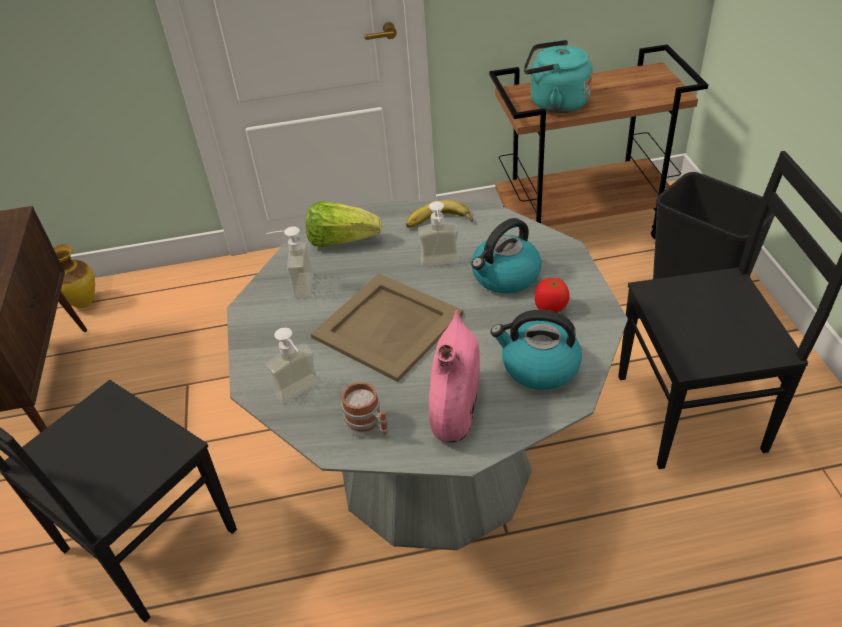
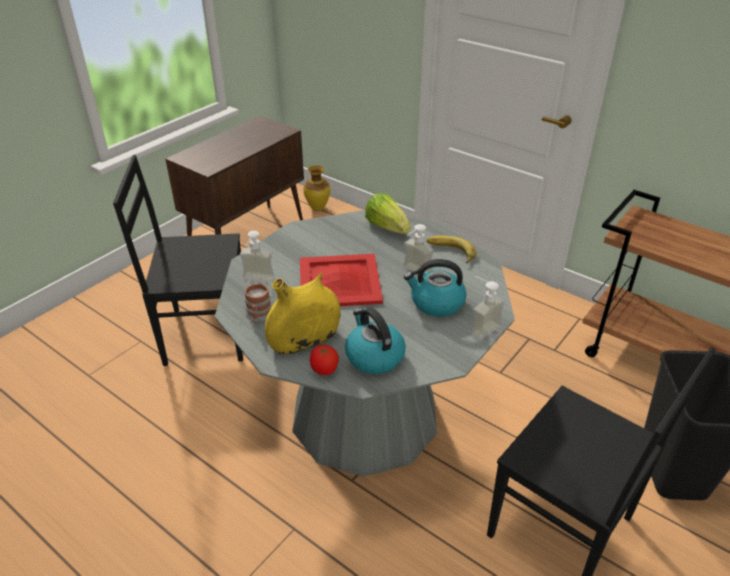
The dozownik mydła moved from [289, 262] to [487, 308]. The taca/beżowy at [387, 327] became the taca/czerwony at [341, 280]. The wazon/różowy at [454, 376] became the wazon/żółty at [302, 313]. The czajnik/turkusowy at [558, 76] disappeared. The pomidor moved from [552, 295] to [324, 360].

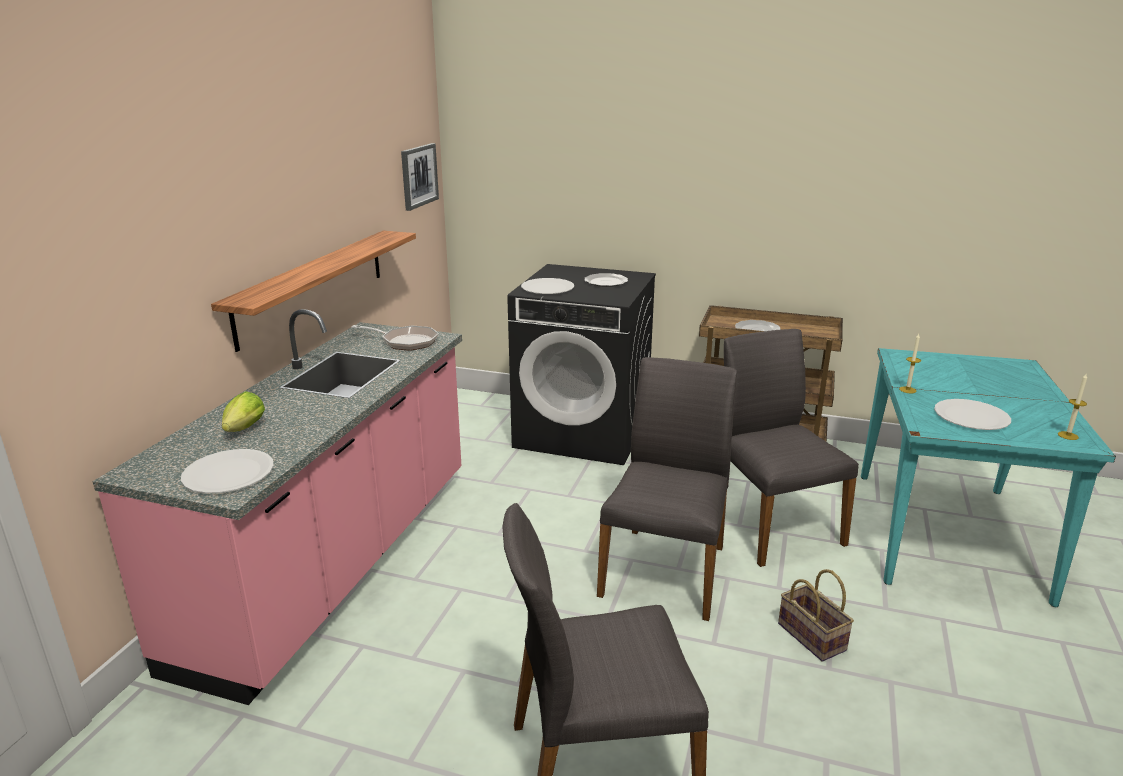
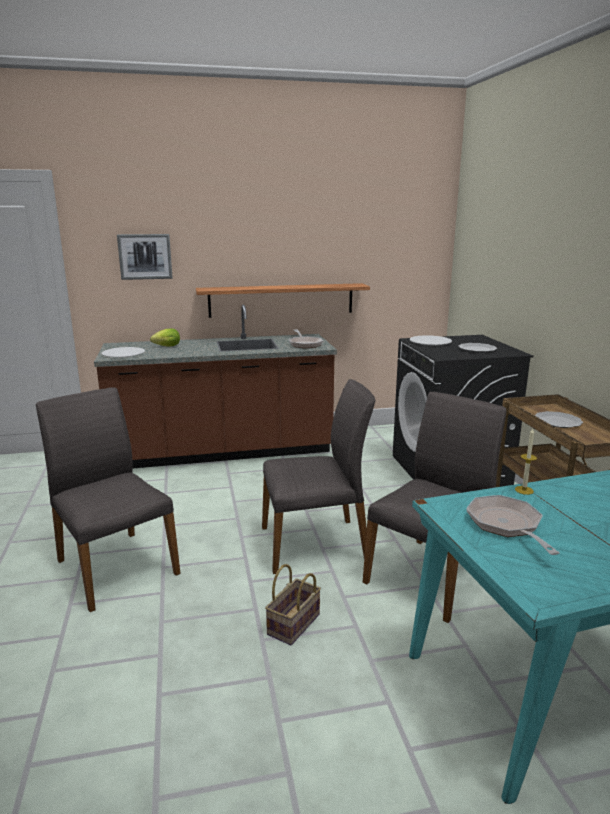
The zabudowa kuchenna/różowy at [277, 507] became the zabudowa kuchenna/brązowy at [215, 386]. The obraz moved from [420, 177] to [145, 257]. The talerz/biały at [972, 414] was replaced by the patelnia at [513, 525]. The świeca at [1072, 407] disappeared.

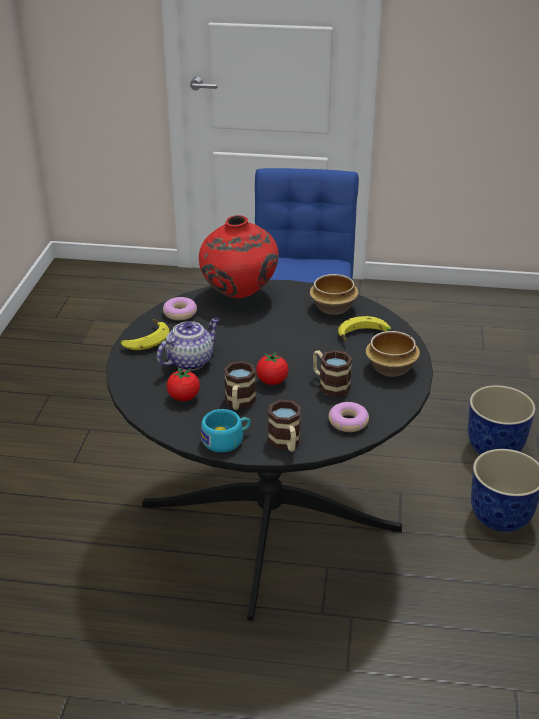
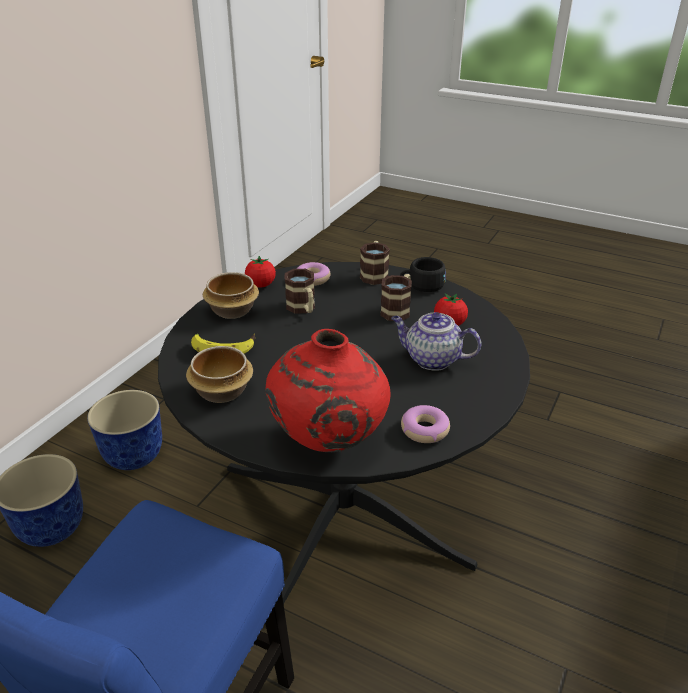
The banan at [145, 334] disappeared. The imbryk at [188, 344] turned 45 degrees clockwise. The filiżanka/turkusowy at [226, 430] became the filiżanka/czarny at [423, 274]. The pomidor moved from [272, 368] to [260, 271].

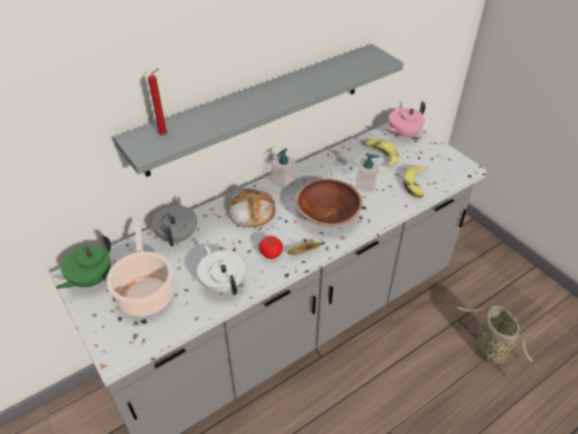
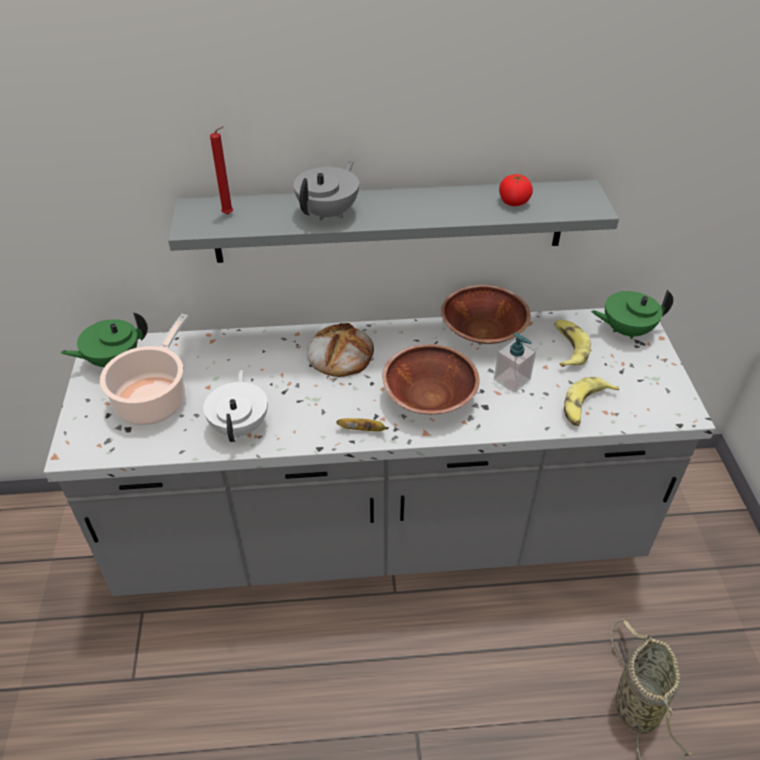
The imbryk/szary moved from [174, 221] to [326, 191]. The pomidor moved from [271, 247] to [516, 190]. The dozownik mydła at [283, 168] disappeared. The imbryk/różowy at [406, 119] became the imbryk/zielony at [632, 314]. The miska/brązowy at [486, 314] appeared.

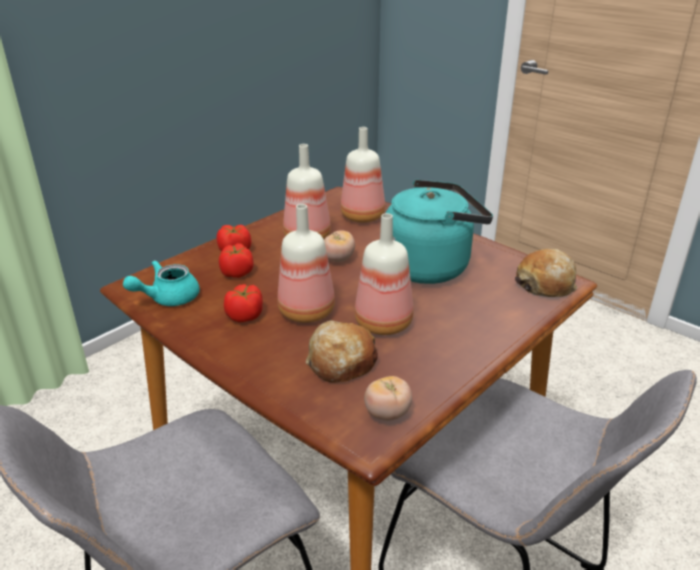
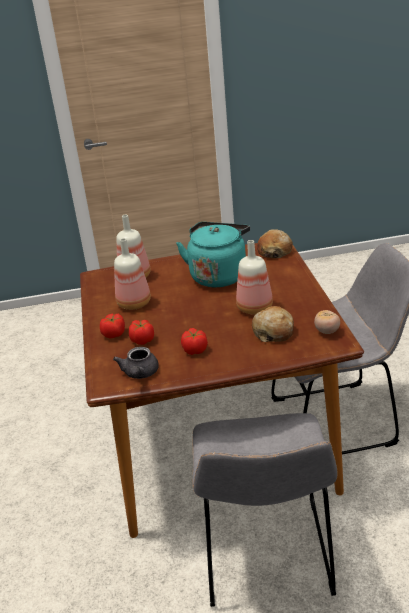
The imbryk/turkusowy at [161, 283] became the imbryk/szary at [136, 363]. The butelka at [306, 263] disappeared. The pomidor at [339, 246] disappeared.

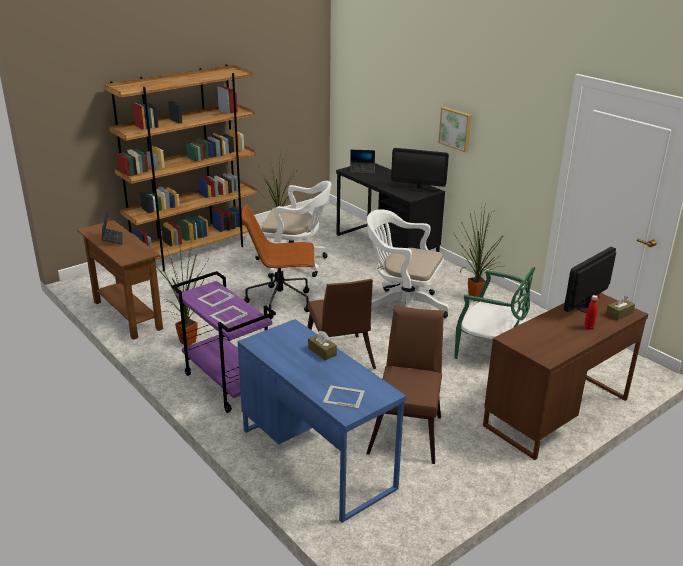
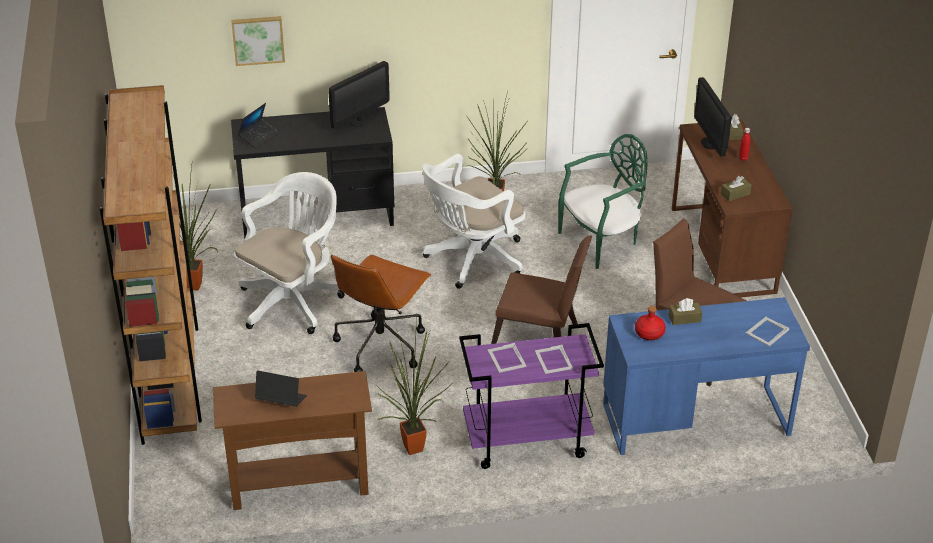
The obraz moved from [455, 129] to [258, 41]. The butelka/czerwony at [650, 323] appeared. The pudełko chusteczek/brązowy at [736, 188] appeared.

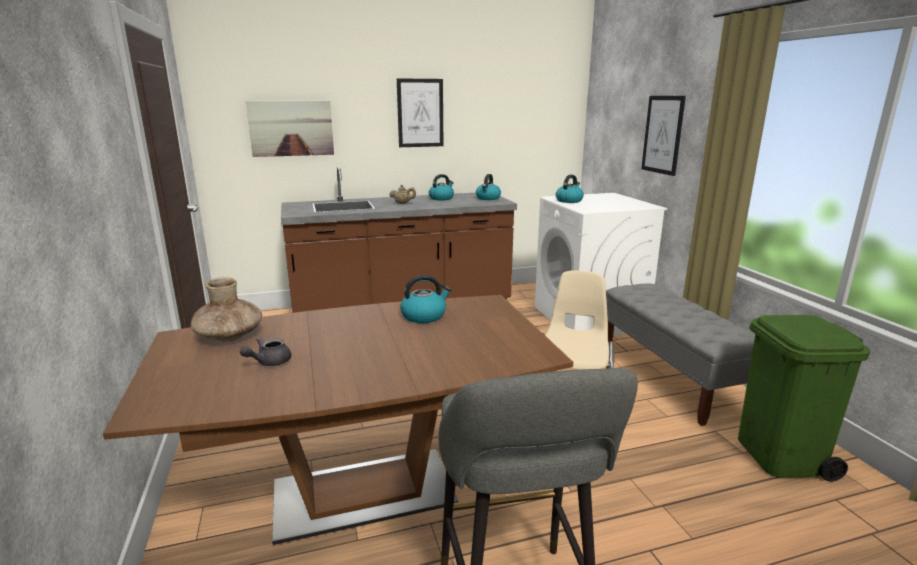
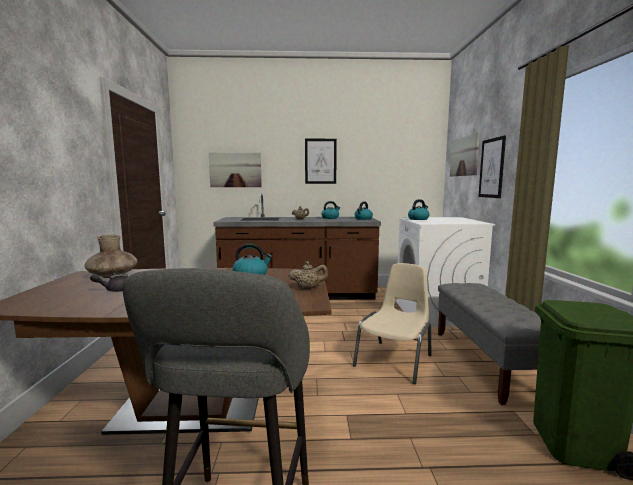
The imbryk/beżowy at [308, 275] appeared. The obraz at [465, 155] appeared.

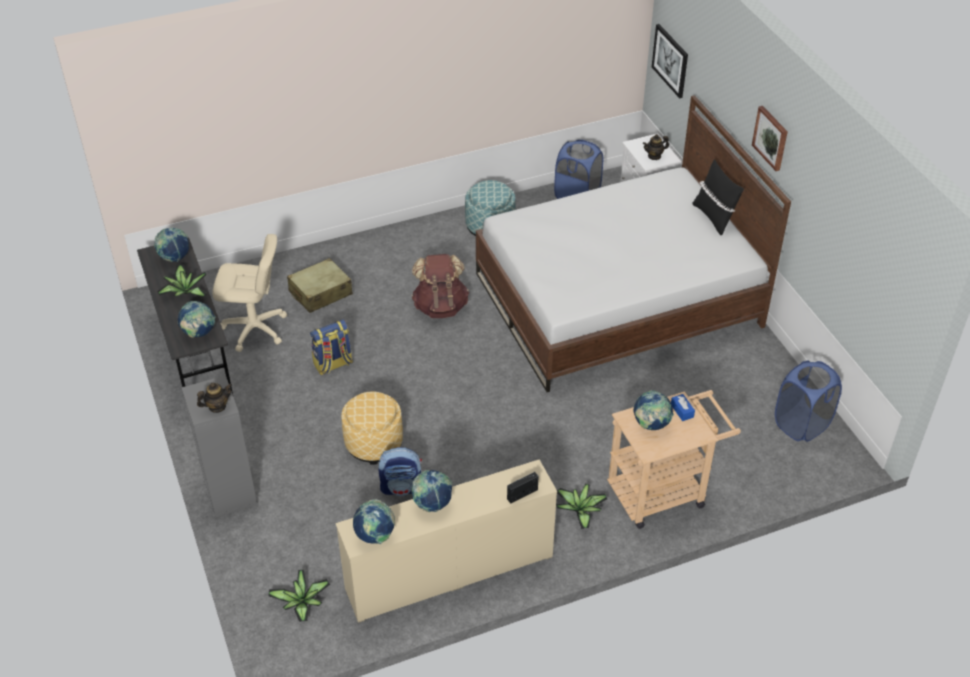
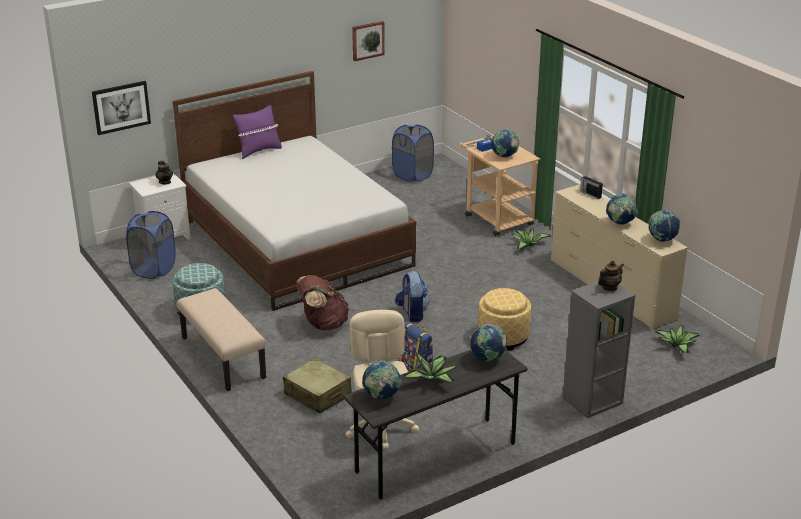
The imbryk at [214, 398] turned 90 degrees clockwise. The plecak moved from [400, 471] to [412, 296]. The poduszka/czarny at [718, 197] became the poduszka/fioletowy at [257, 132]. The obraz moved from [770, 138] to [368, 41]. The ławka/beżowy at [221, 339] appeared.

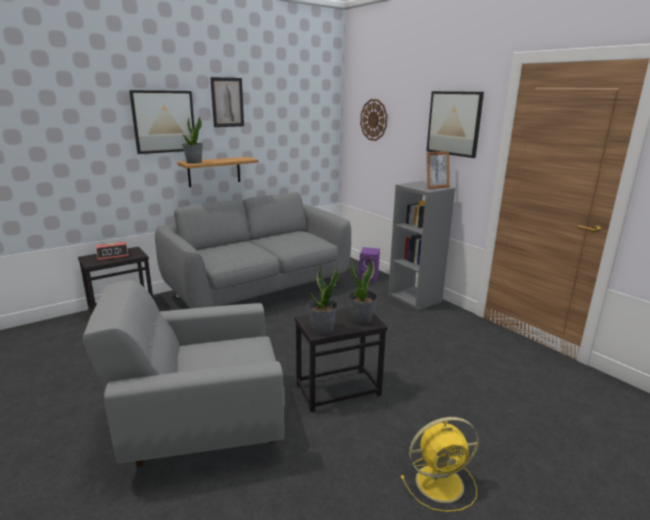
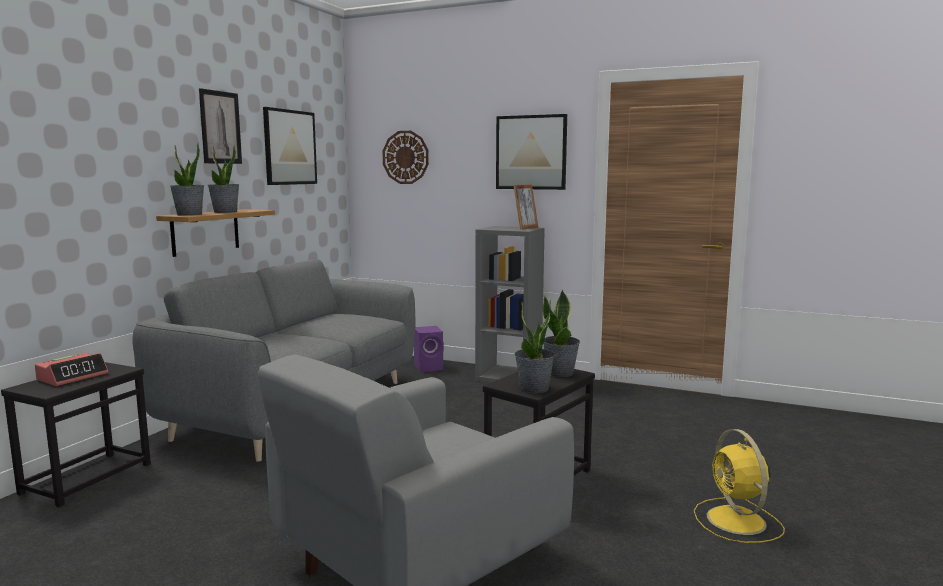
The obraz moved from [162, 122] to [290, 146]. The wentylator/żółty at [440, 464] turned 120 degrees clockwise. The roślina doniczkowa at [224, 179] appeared.

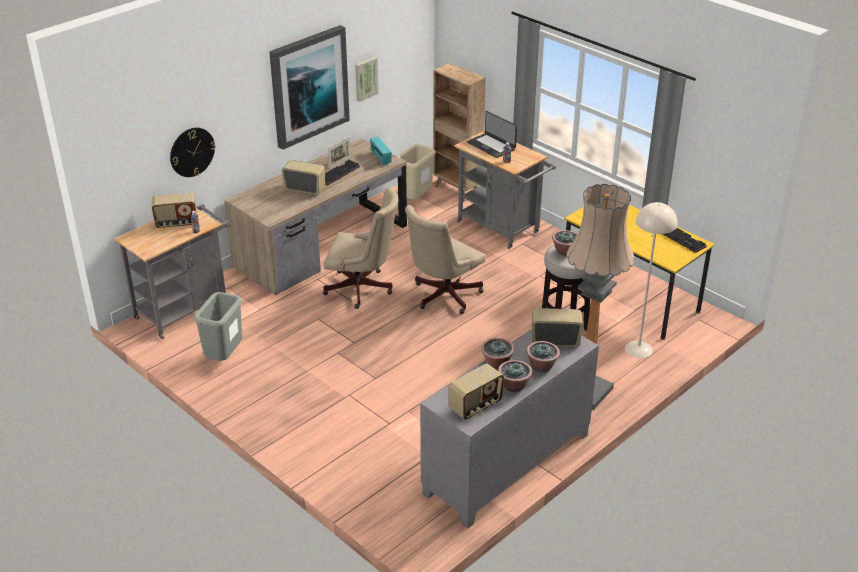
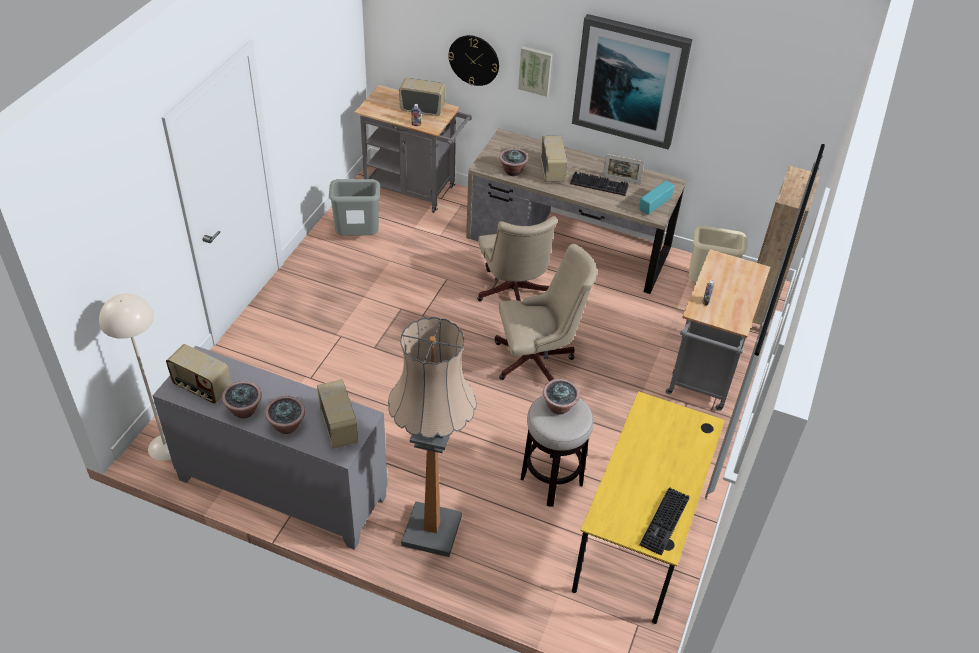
The radio at [174, 210] turned 135 degrees clockwise. The obraz moved from [367, 79] to [535, 71]. The krzesło biurowe/beżowy at [445, 259] turned 150 degrees clockwise. The laptop at [492, 134] disappeared. The roślina doniczkowa moved from [498, 353] to [514, 162]. The lampa stojąca/beżowy moved from [651, 280] to [135, 377].

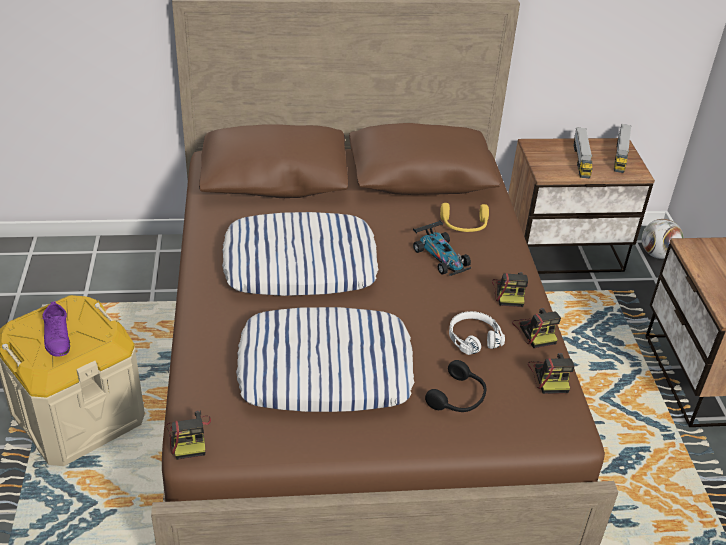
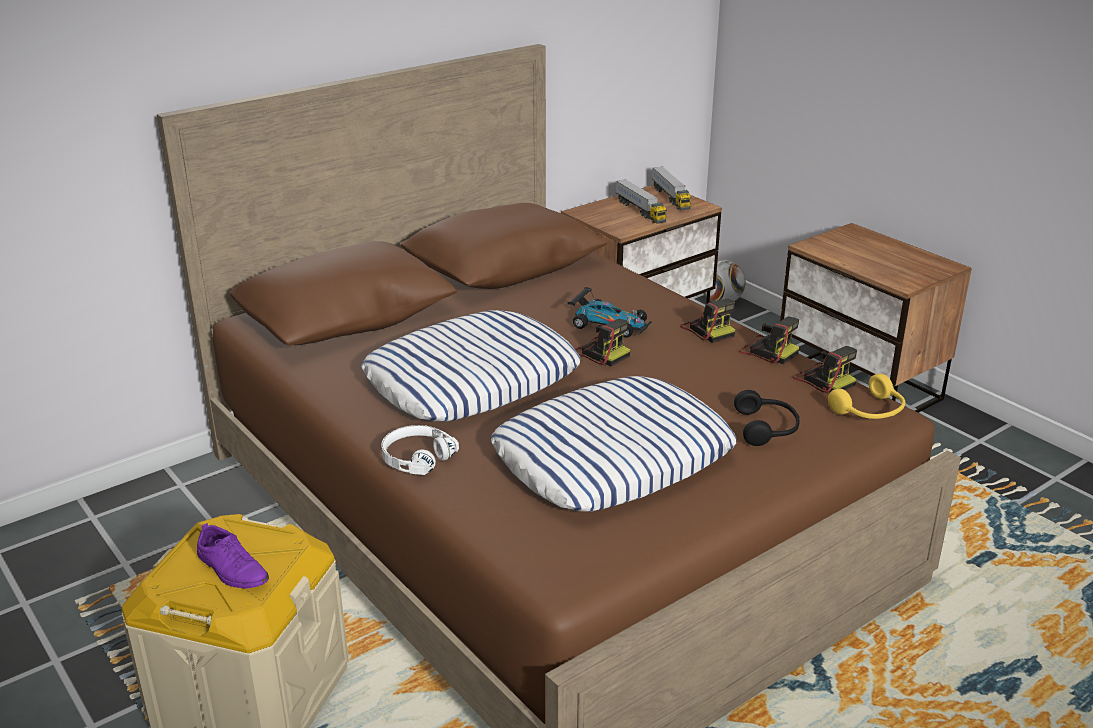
The aparat fotograficzny moved from [189, 435] to [603, 342]. The słuchawki/żółty moved from [464, 217] to [866, 396]. The słuchawki/biały moved from [477, 333] to [420, 450].

